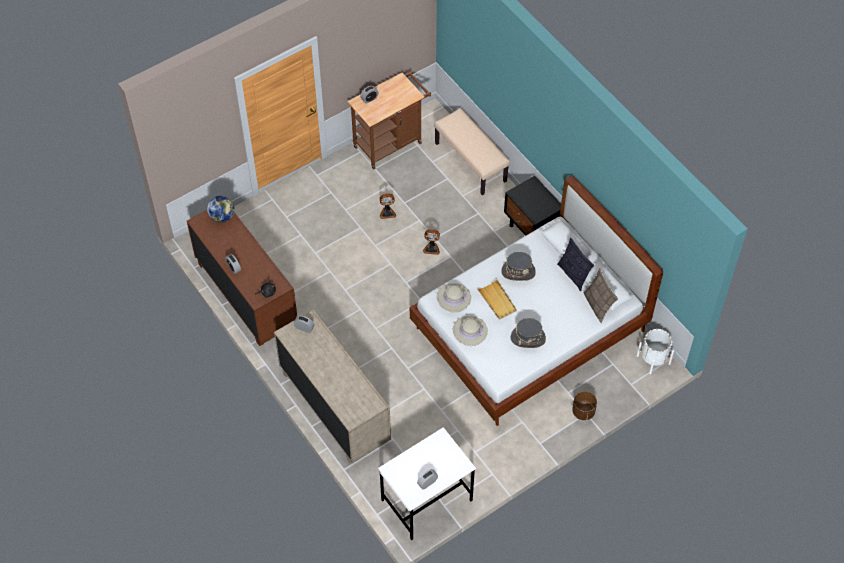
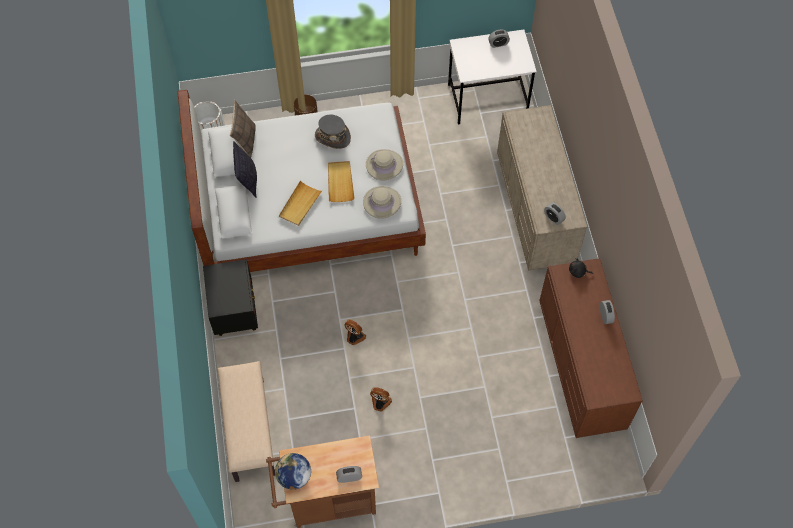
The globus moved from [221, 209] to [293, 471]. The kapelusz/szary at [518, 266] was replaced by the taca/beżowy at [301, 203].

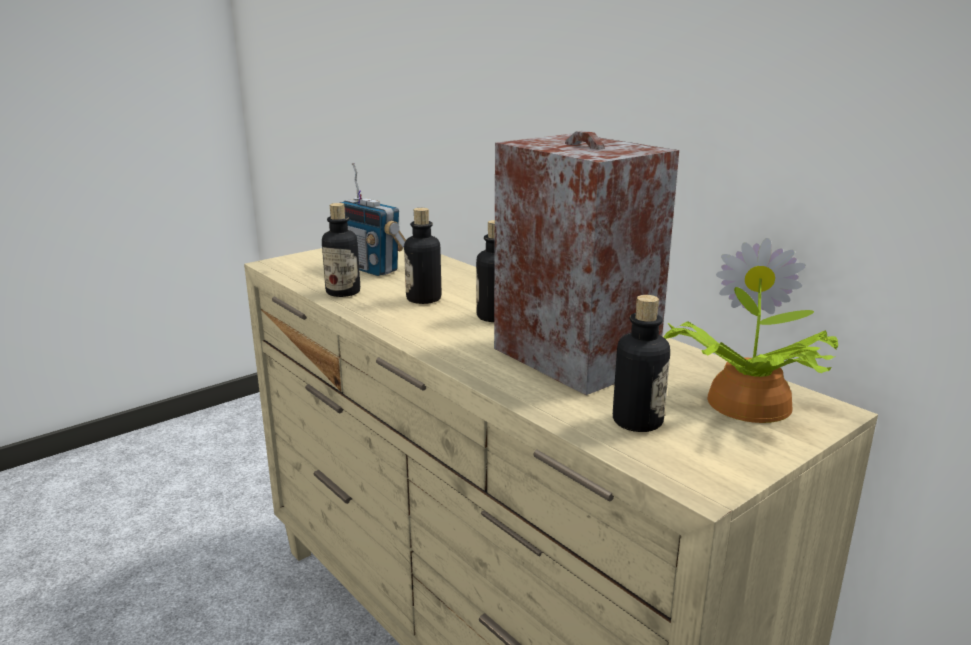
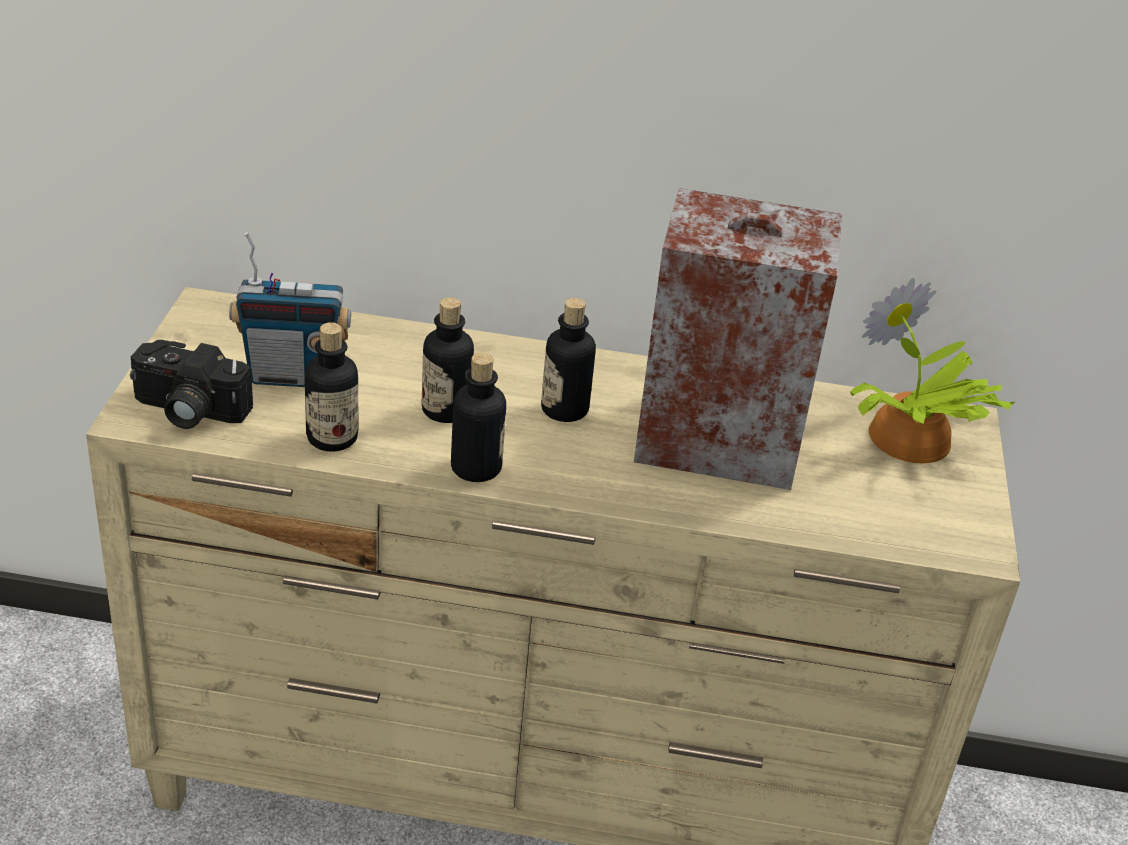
The butelka moved from [641, 363] to [478, 417]. The aparat fotograficzny at [191, 384] appeared.

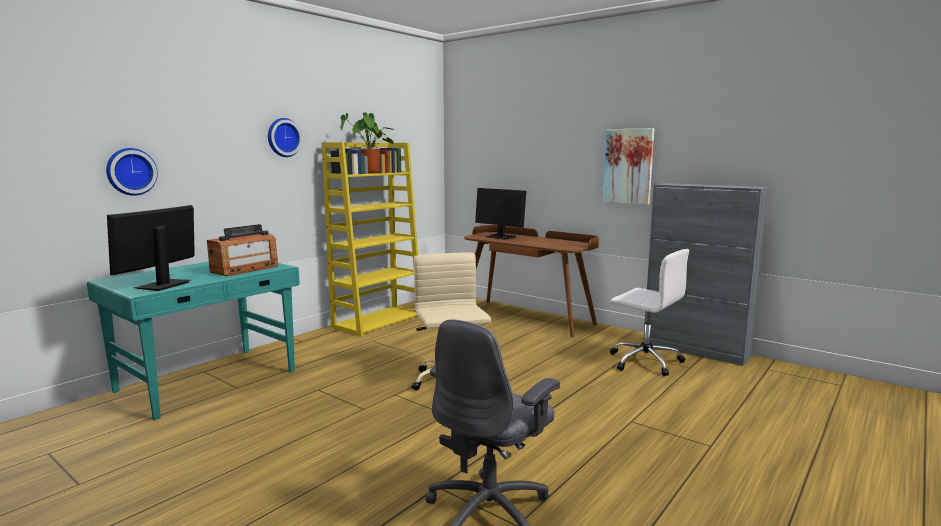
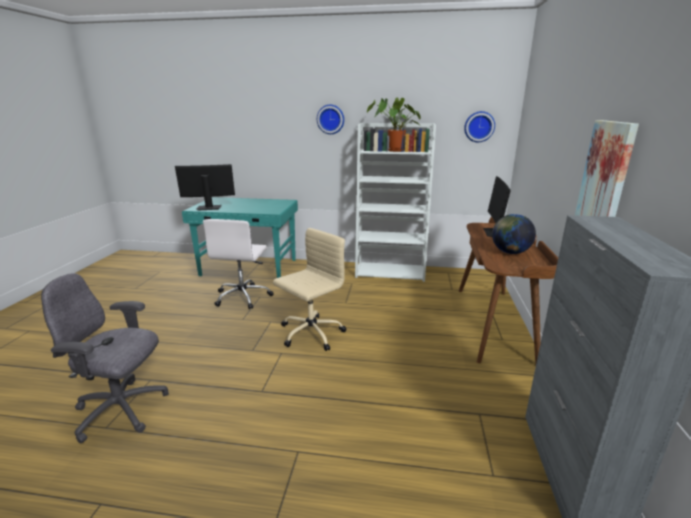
The zegar ścienny moved from [132, 172] to [479, 126]. The radio at [242, 250] disappeared. The regał/żółty at [370, 239] became the regał/biały at [395, 202]. The krzesło biurowe/biały moved from [650, 312] to [238, 264]. The globus at [514, 234] appeared.

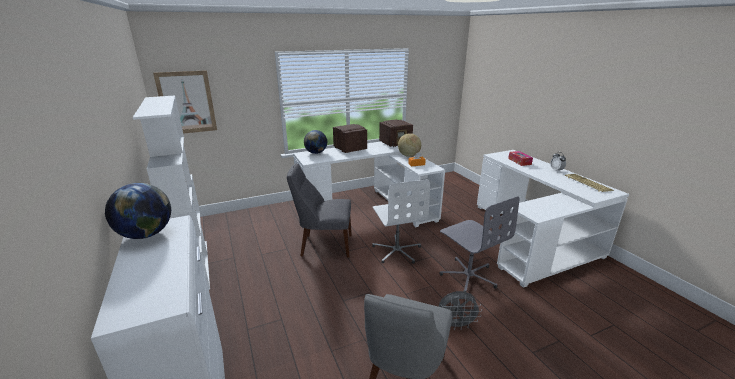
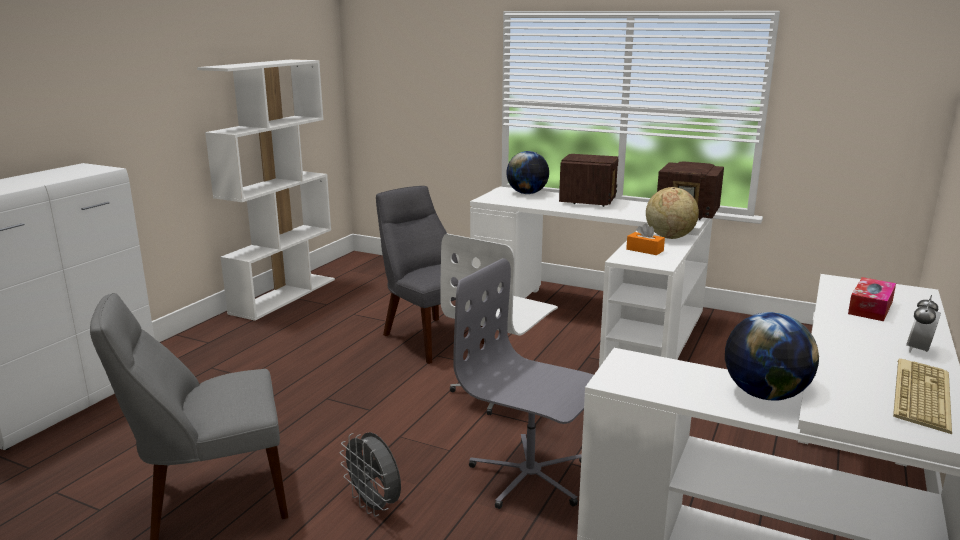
The globus moved from [138, 211] to [772, 356]. The obraz at [185, 102] disappeared. The krzesło biurowe/szary at [479, 244] turned 105 degrees clockwise.

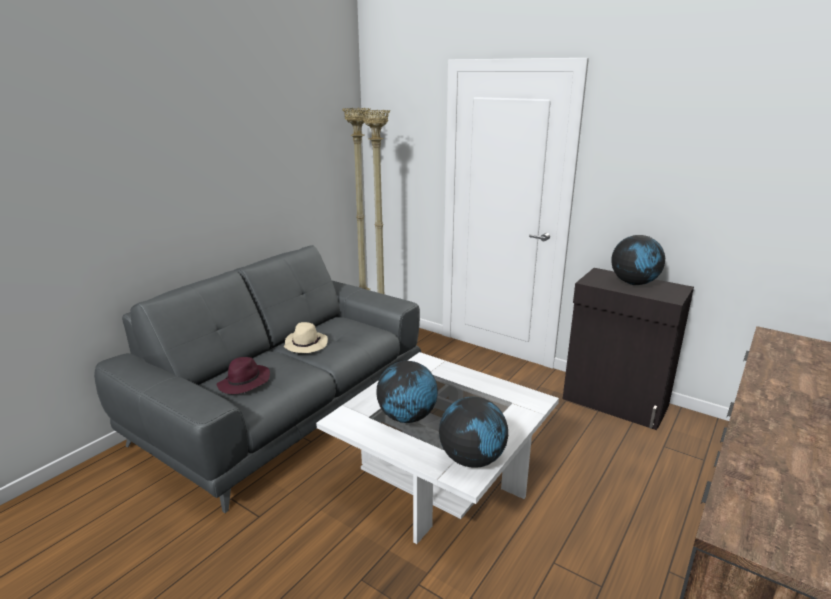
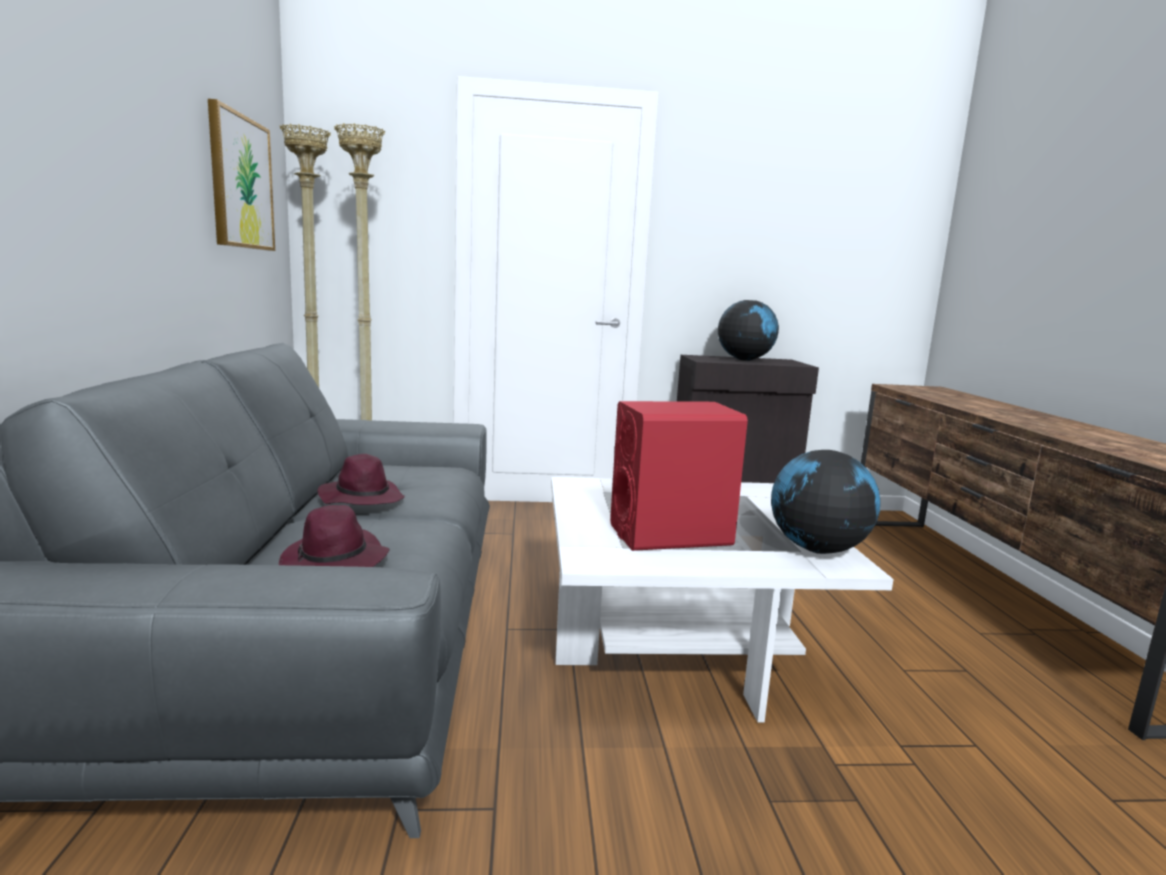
The kapelusz/beżowy at [306, 337] became the kapelusz/fioletowy at [361, 479]. The globus at [407, 392] was replaced by the głośnik/czerwony at [679, 476]. The obraz at [241, 175] appeared.

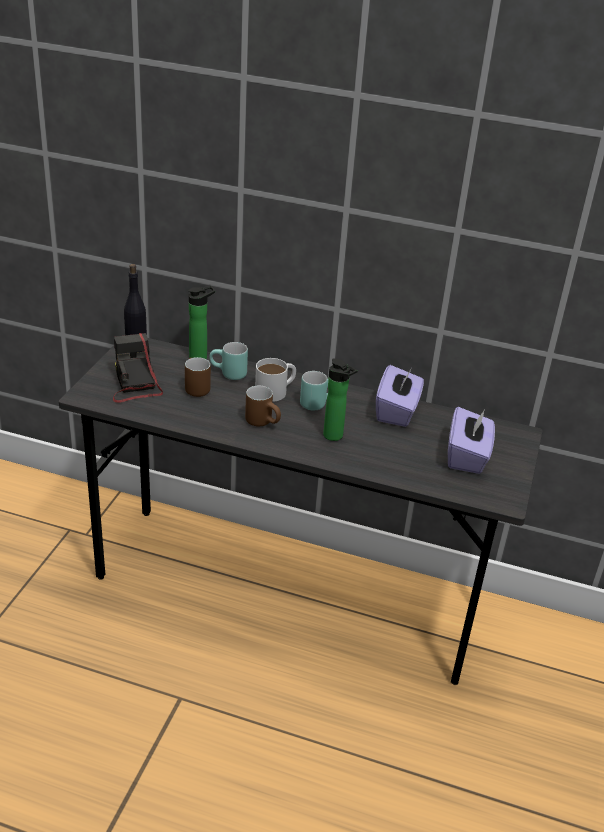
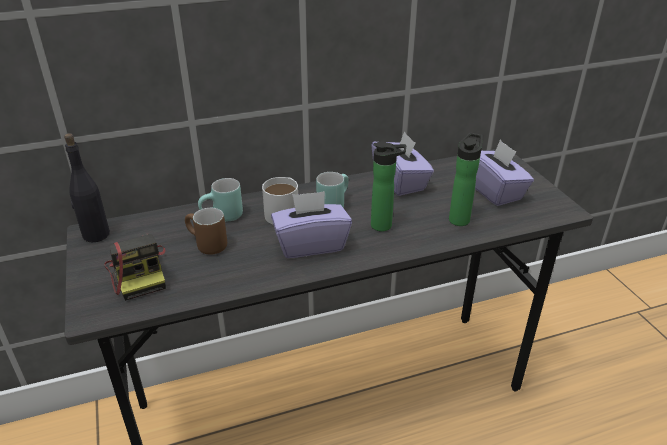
The aparat fotograficzny at [138, 368] turned 150 degrees counterclockwise. The butelka moved from [202, 322] to [466, 179]. The kubek/brązowy at [263, 406] was replaced by the pudełko chusteczek/fioletowy at [311, 224].

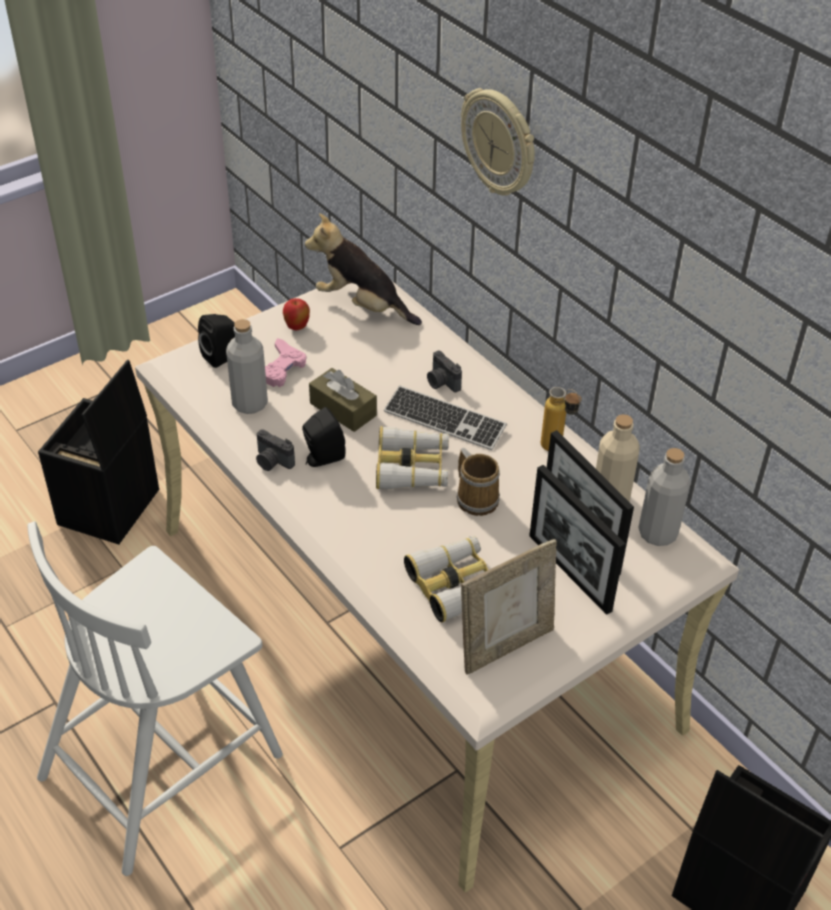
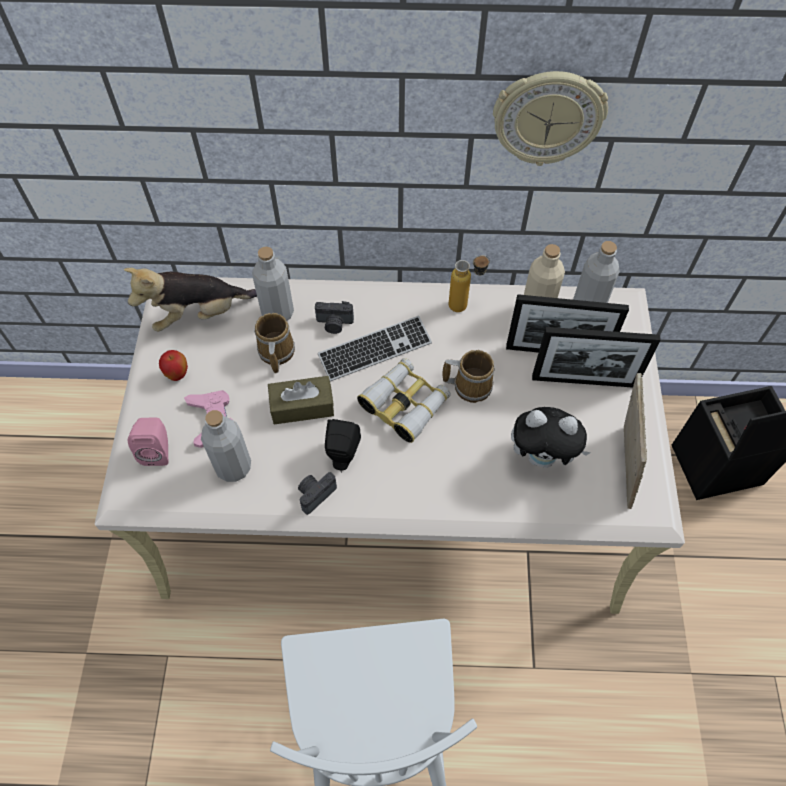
The pojemnik do przechowywania/czarny at [98, 452] disappeared. The głośnik/czarny at [216, 341] became the głośnik/różowy at [148, 442]. The aparat fotograficzny at [275, 450] turned 150 degrees clockwise. The lornetka at [446, 579] was replaced by the pluszak at [551, 437]. The zegar ścienny moved from [498, 142] to [550, 118]. The butelka/szary at [273, 284] appeared. The kubek at [274, 343] appeared.

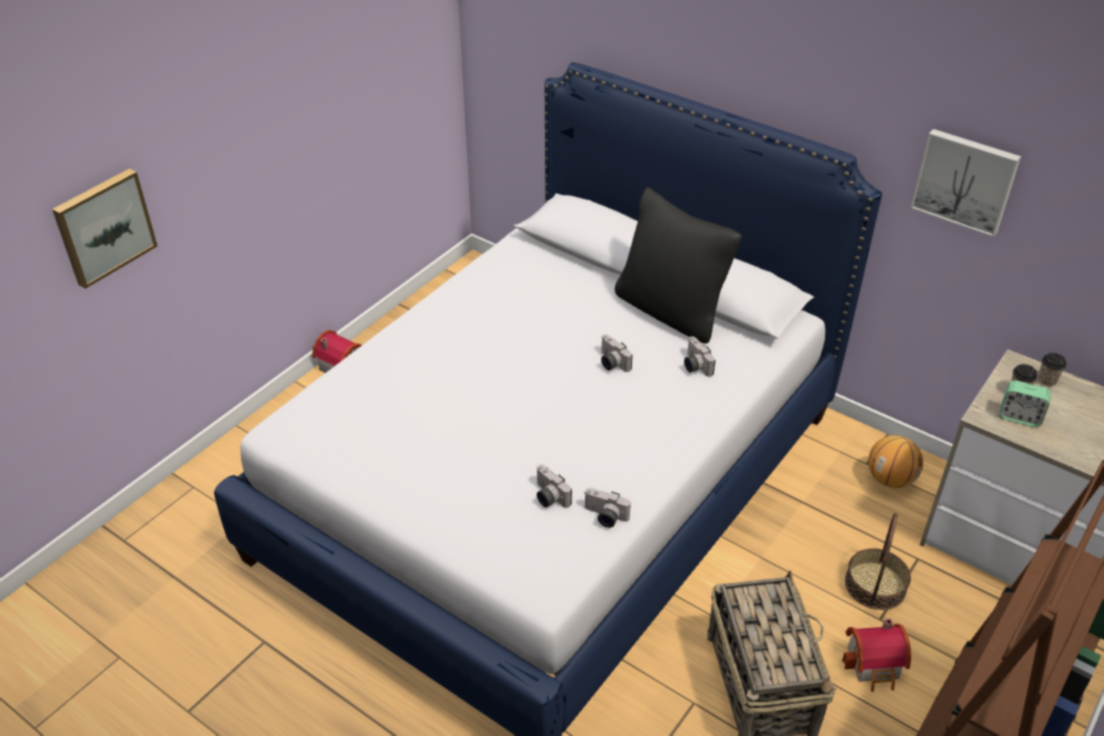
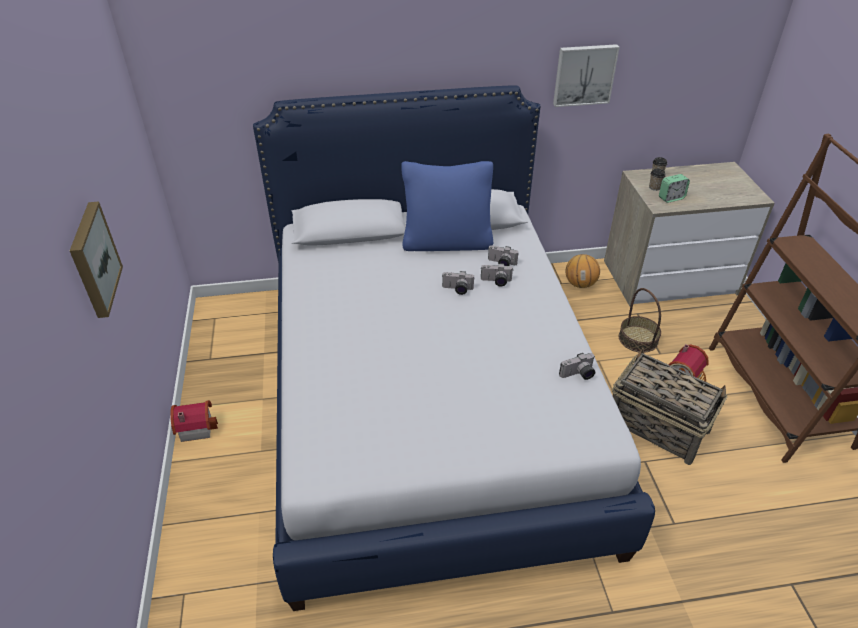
The obraz moved from [104, 228] to [96, 259]. The aparat fotograficzny moved from [554, 486] to [497, 275]. The poduszka/czarny at [678, 265] became the poduszka/niebieski at [447, 206].

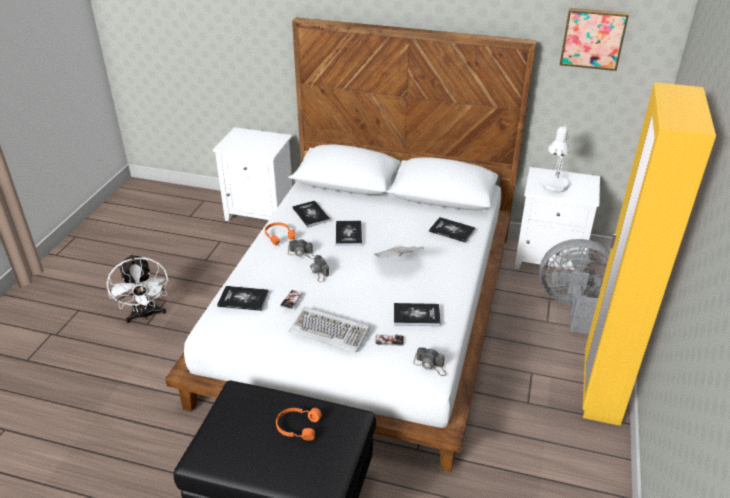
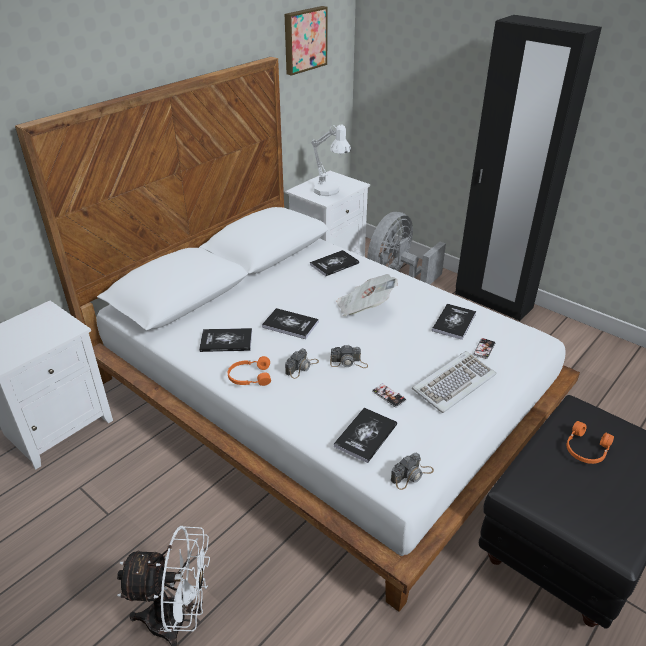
The aparat fotograficzny moved from [429, 361] to [412, 471]. The szafa/żółty at [649, 254] became the szafa/czarny at [528, 168].

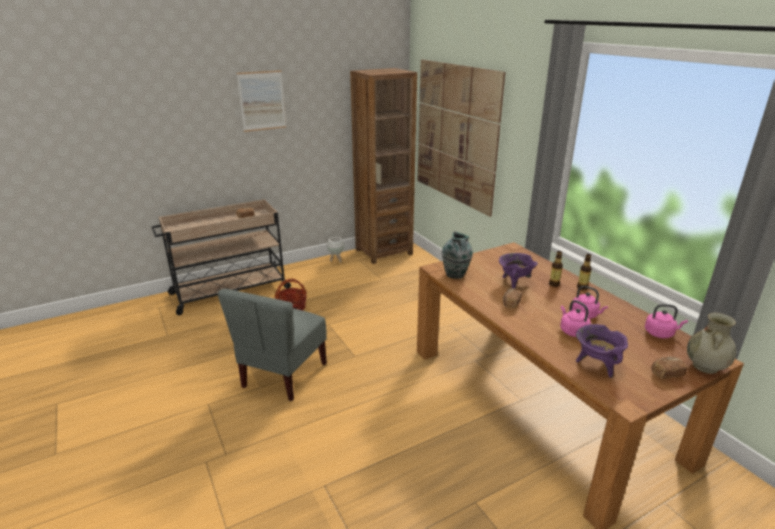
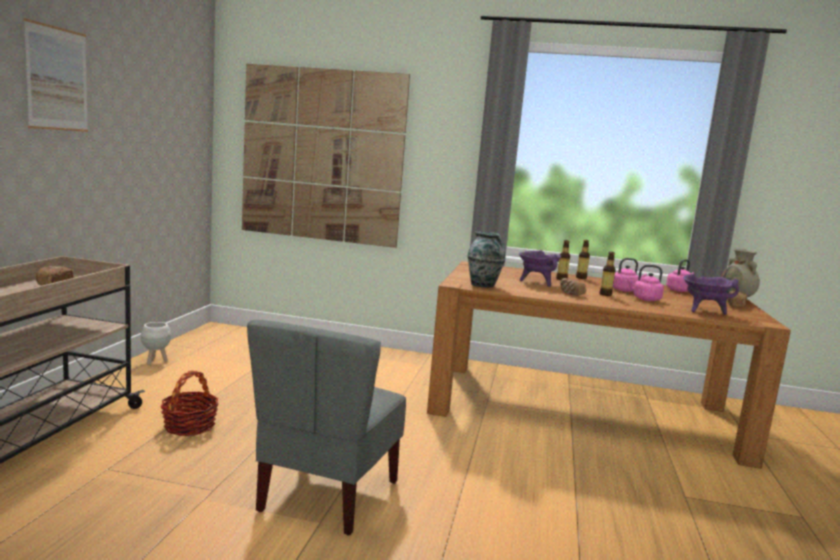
The krzesło/szary at [272, 345] turned 45 degrees clockwise. The regał/brązowy at [383, 166] disappeared. The butelka at [608, 274] appeared.

